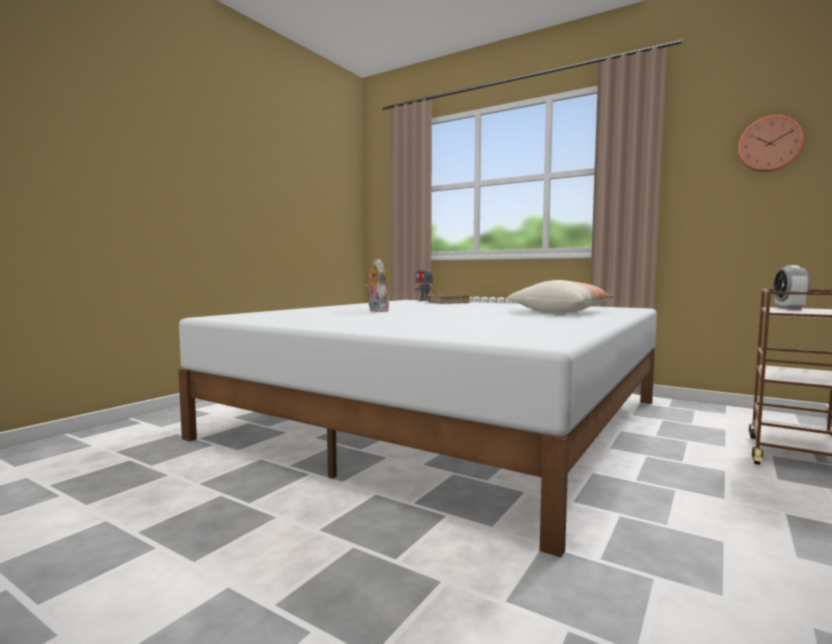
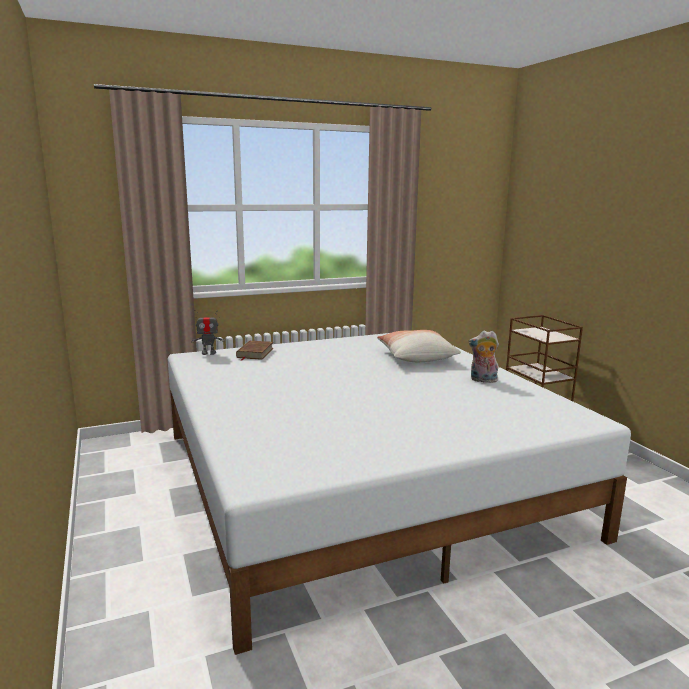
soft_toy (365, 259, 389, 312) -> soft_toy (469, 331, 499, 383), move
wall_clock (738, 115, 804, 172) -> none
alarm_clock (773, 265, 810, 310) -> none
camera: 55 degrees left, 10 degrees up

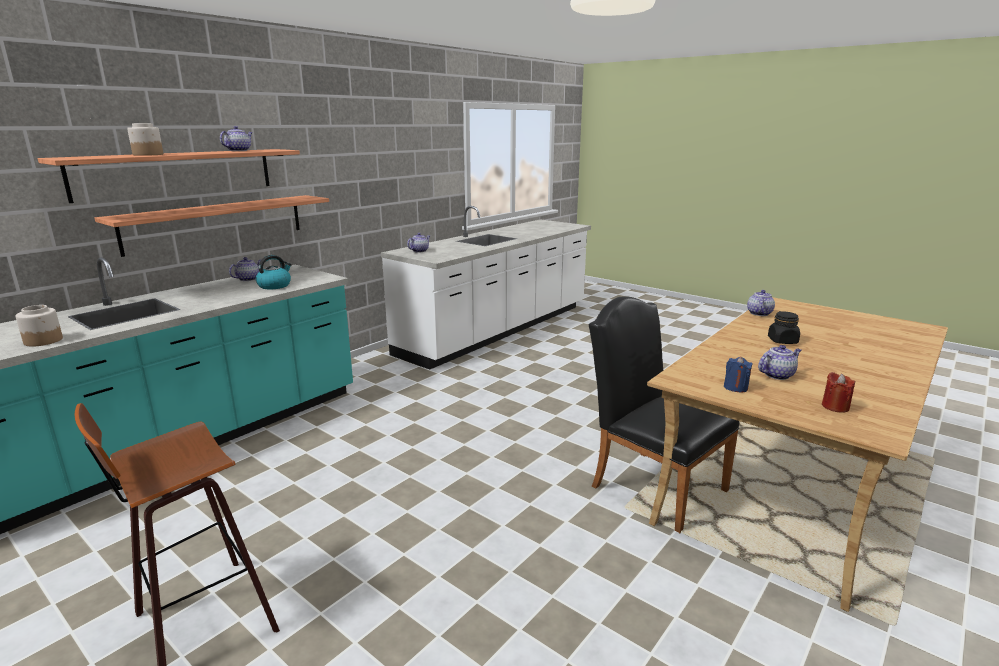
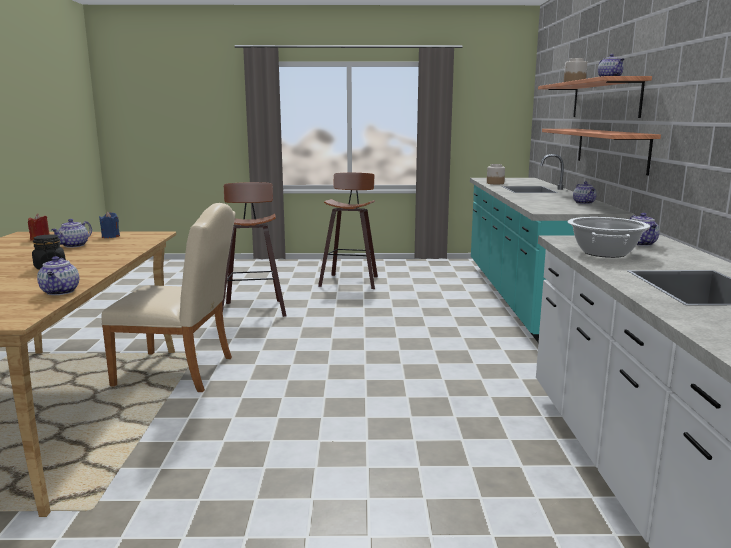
water_kettle (256, 255, 292, 289) -> none
black_upright_chair (589, 296, 740, 533) -> beige-coloured_upright_chair (101, 203, 236, 392)
none -> stool (222, 182, 287, 317)
none -> saucepot (568, 217, 650, 258)
camera: 140 degrees right, 5 degrees down

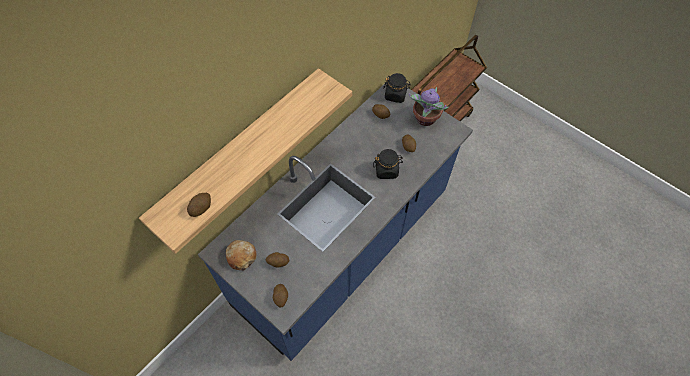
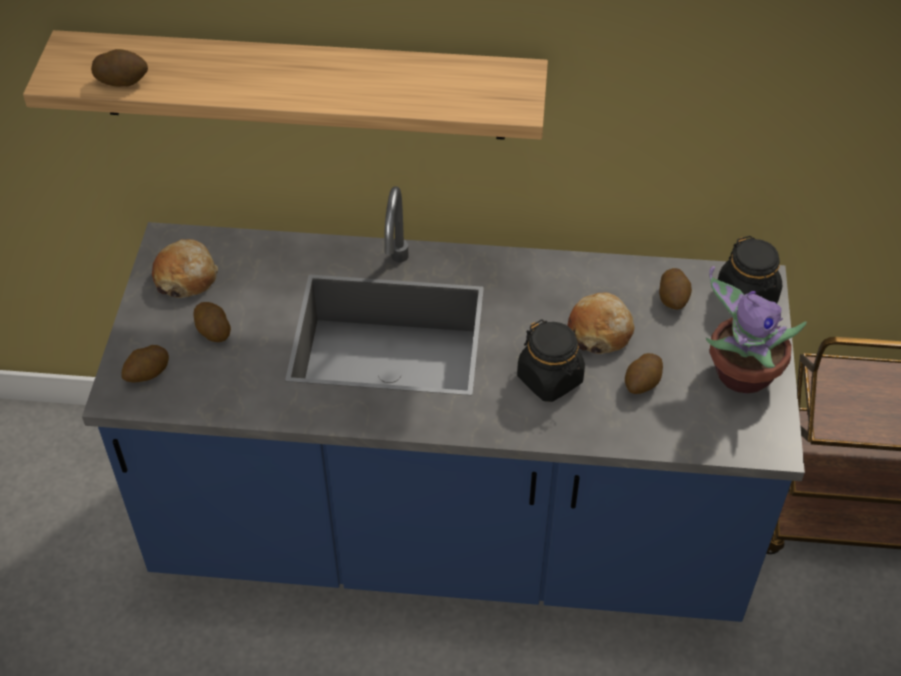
none -> baked_bread (568, 292, 634, 354)
camera: 55 degrees right, 10 degrees down

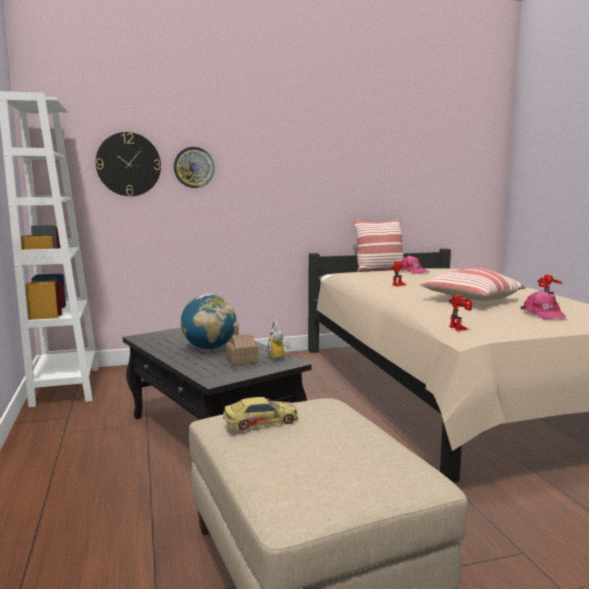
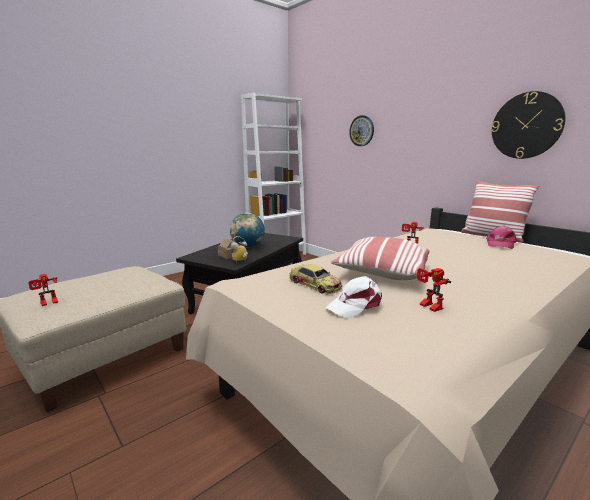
wall_clock (96, 132, 161, 196) -> wall_clock (491, 91, 566, 159), move
model_car (223, 397, 298, 430) -> model_car (290, 264, 342, 294), move
robot_figure (449, 295, 472, 331) -> robot_figure (28, 274, 58, 306), move
pinkish_baseball_cap (521, 290, 567, 319) -> whitish_baseball_cap (325, 276, 382, 318)
camera: 65 degrees right, 5 degrees up

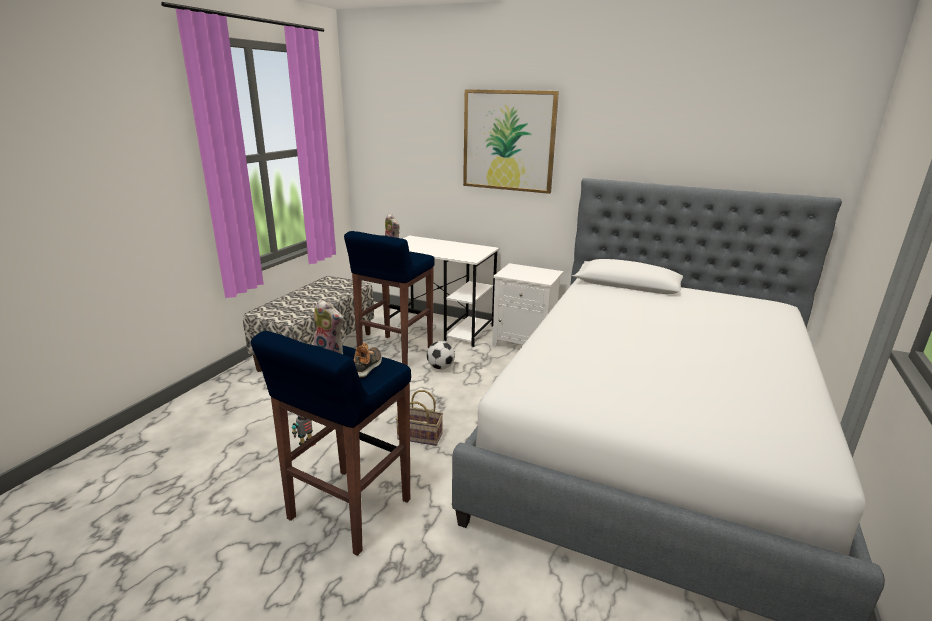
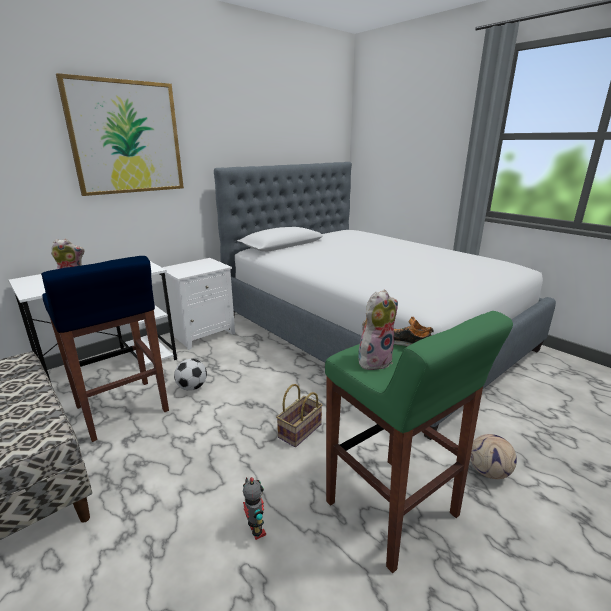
blue_stool (251, 331, 411, 556) -> greenish_stool (325, 311, 513, 573)
none -> football_ball (470, 434, 517, 479)
camera: 65 degrees left, 0 degrees up

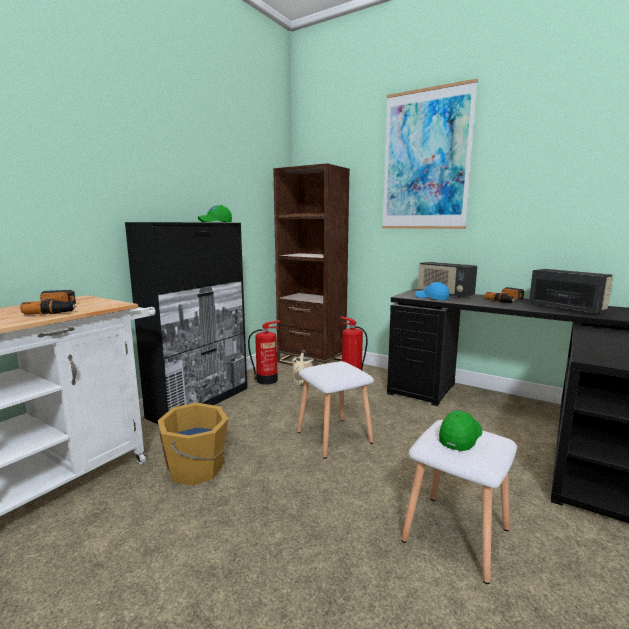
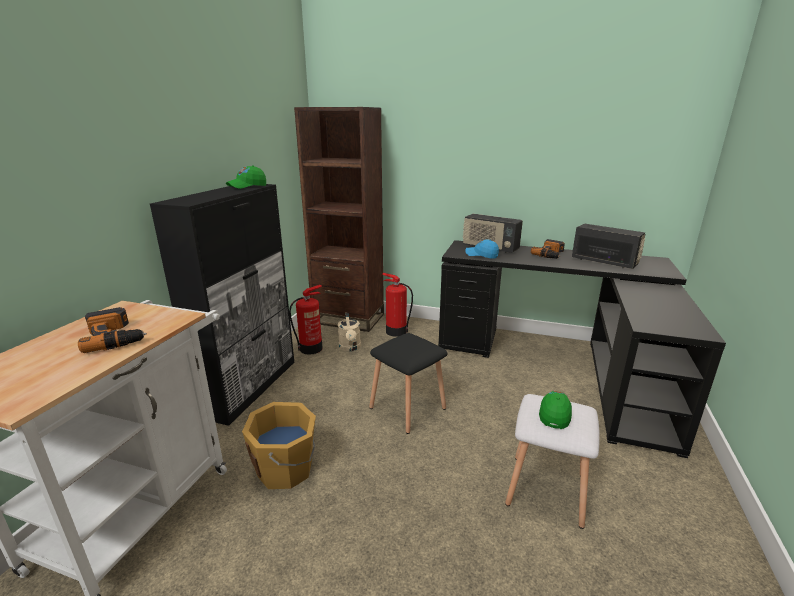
whitish_stool (297, 361, 374, 459) -> black_stool (369, 333, 447, 434)
picture (382, 79, 478, 229) -> none
camera: 15 degrees left, 10 degrees up

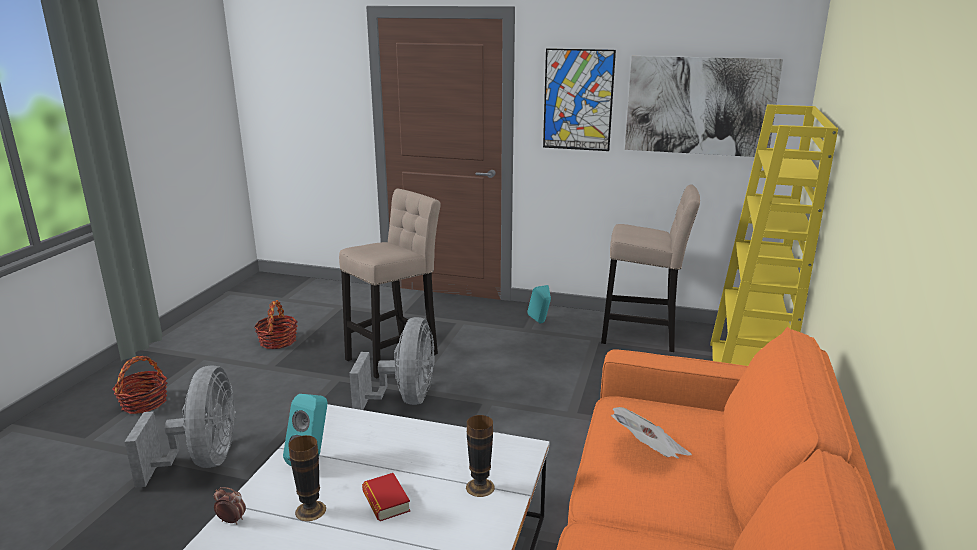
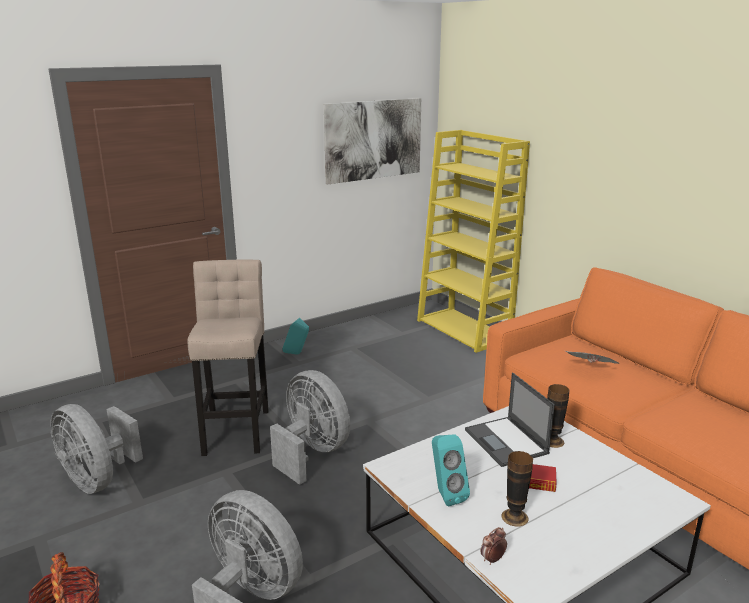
storage_basket (254, 300, 298, 349) -> grey_electric_fan (50, 404, 143, 494)
picture (543, 48, 616, 151) -> none
beige-coloured_stool (601, 184, 700, 352) -> none
none -> notebook_computer (465, 372, 555, 467)
camera: 50 degrees left, 0 degrees up

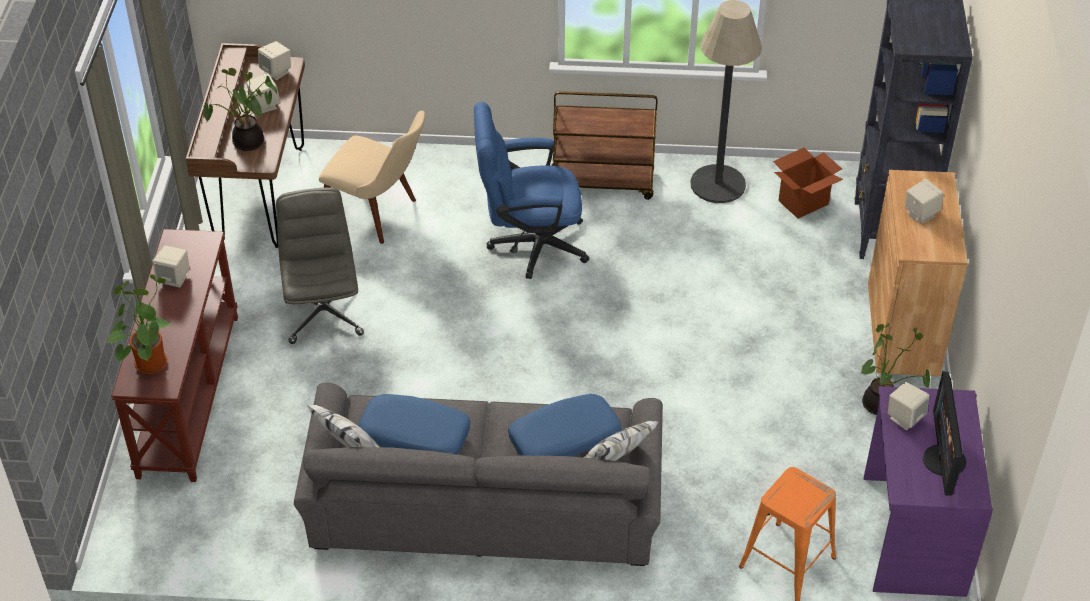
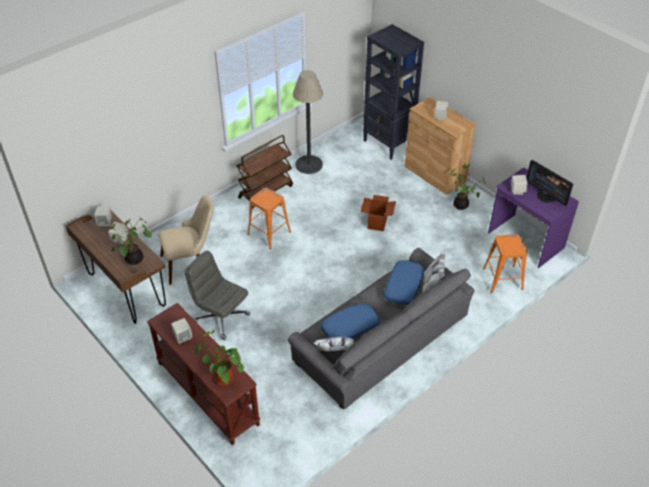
blue_office_chair (474, 102, 589, 279) -> orange-coloured_stool (247, 187, 291, 249)
carton (773, 147, 843, 219) -> carton (360, 195, 396, 231), move
camera: 45 degrees left, 0 degrees up

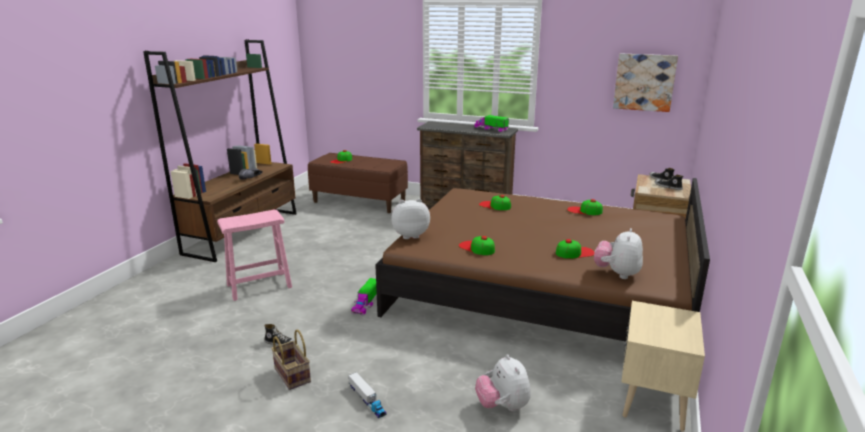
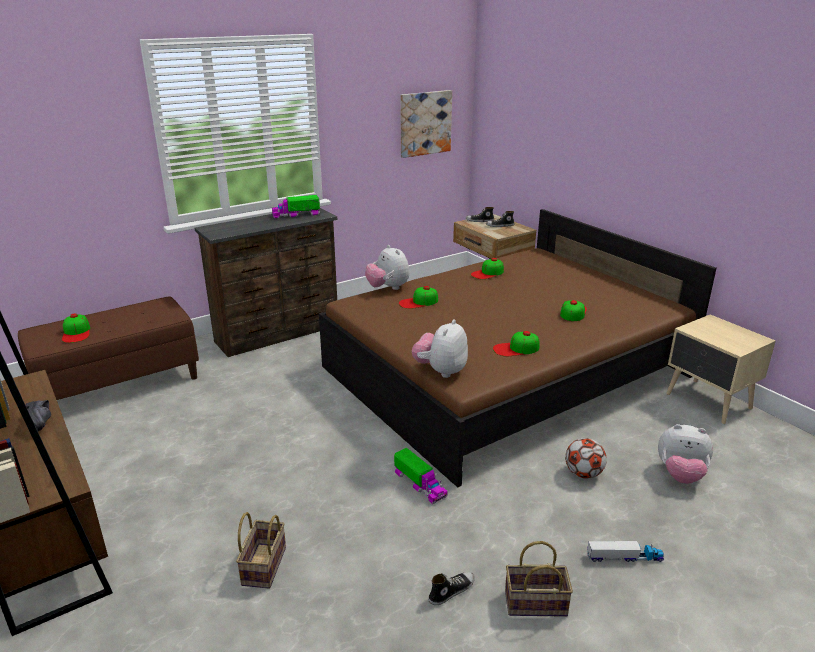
pinkish_stool (217, 210, 292, 301) -> storage_basket (236, 512, 286, 588)
soft_toy (594, 228, 643, 279) -> soft_toy (365, 245, 410, 290), move
none -> football_ball (565, 438, 607, 479)
camera: 55 degrees left, 5 degrees up

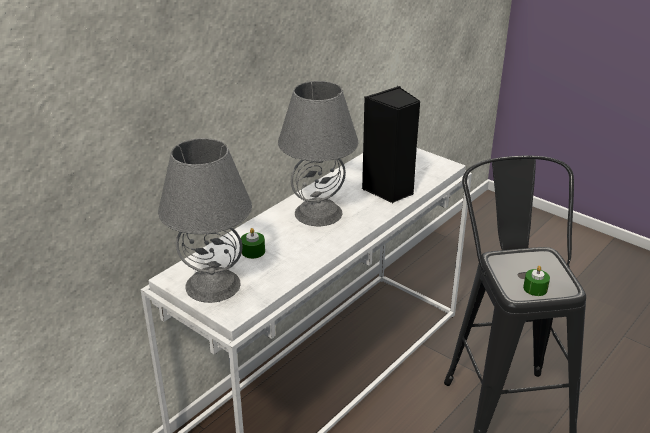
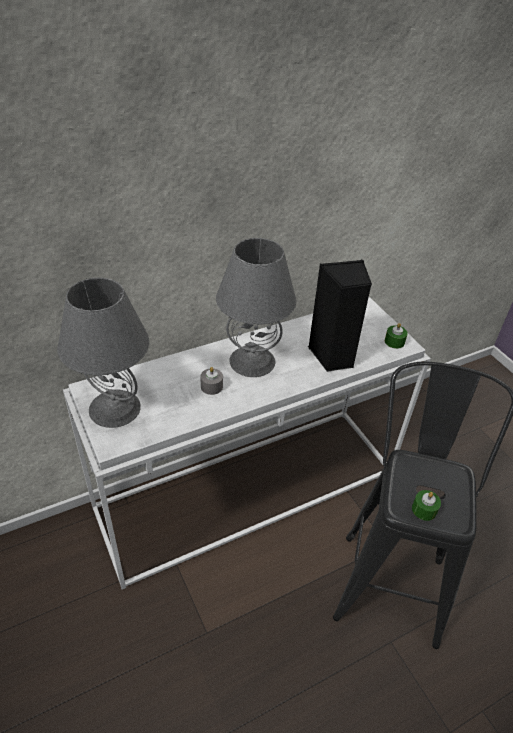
greenish_wax_light (241, 228, 265, 259) -> greenish_wax_light (385, 323, 408, 349), move
none -> grey_wax_light (200, 367, 223, 395)
camera: 20 degrees right, 10 degrees up

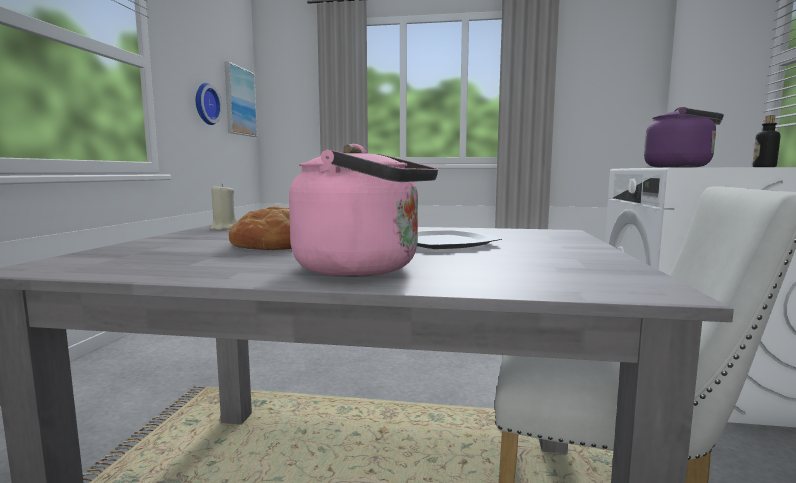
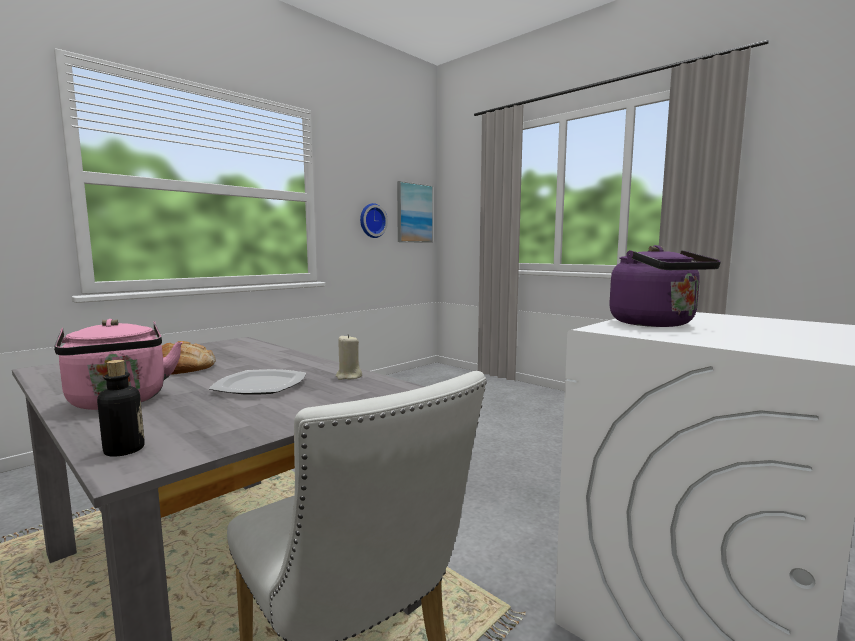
beige-coloured_wax_light (210, 184, 238, 230) -> beige-coloured_wax_light (336, 334, 362, 380), move
beverage_bottle (752, 115, 781, 167) -> beverage_bottle (97, 360, 145, 457), move
camera: 35 degrees right, 0 degrees up

